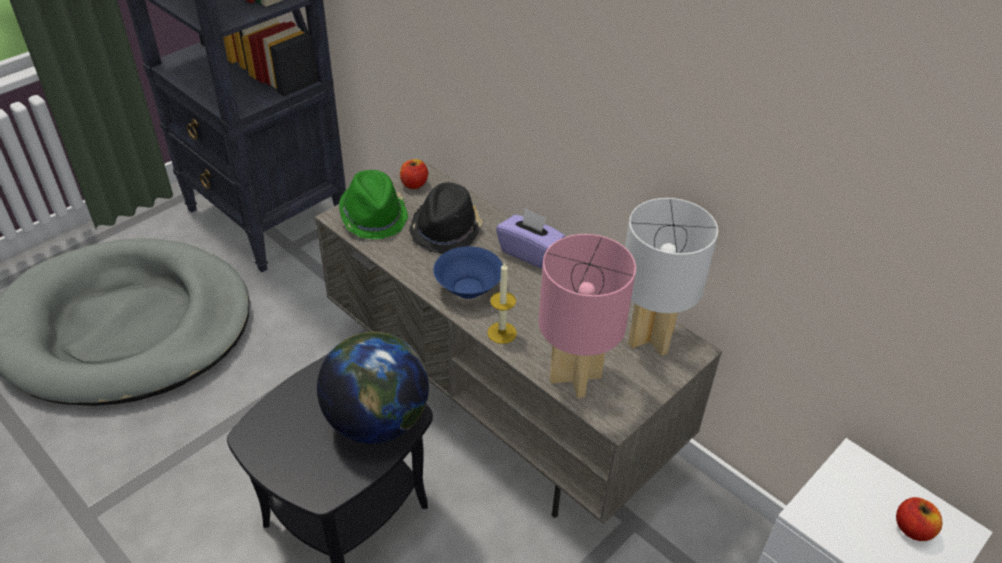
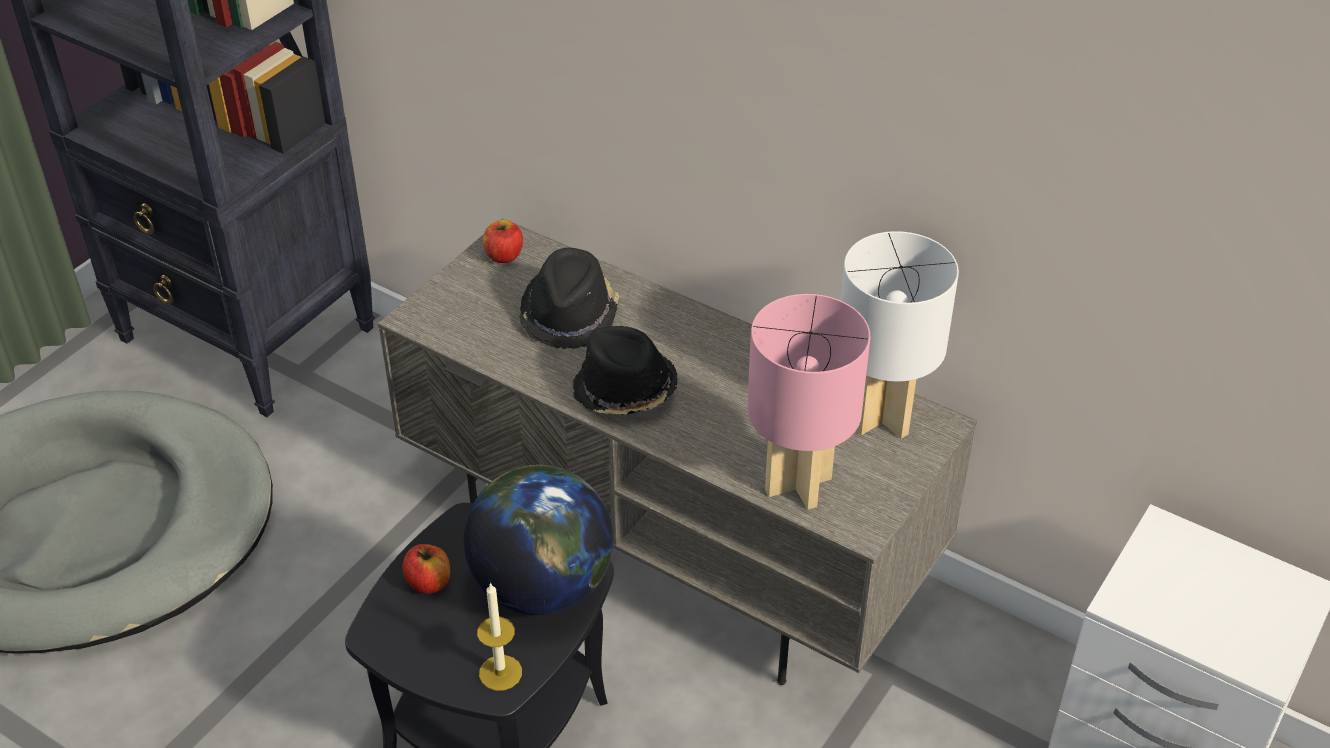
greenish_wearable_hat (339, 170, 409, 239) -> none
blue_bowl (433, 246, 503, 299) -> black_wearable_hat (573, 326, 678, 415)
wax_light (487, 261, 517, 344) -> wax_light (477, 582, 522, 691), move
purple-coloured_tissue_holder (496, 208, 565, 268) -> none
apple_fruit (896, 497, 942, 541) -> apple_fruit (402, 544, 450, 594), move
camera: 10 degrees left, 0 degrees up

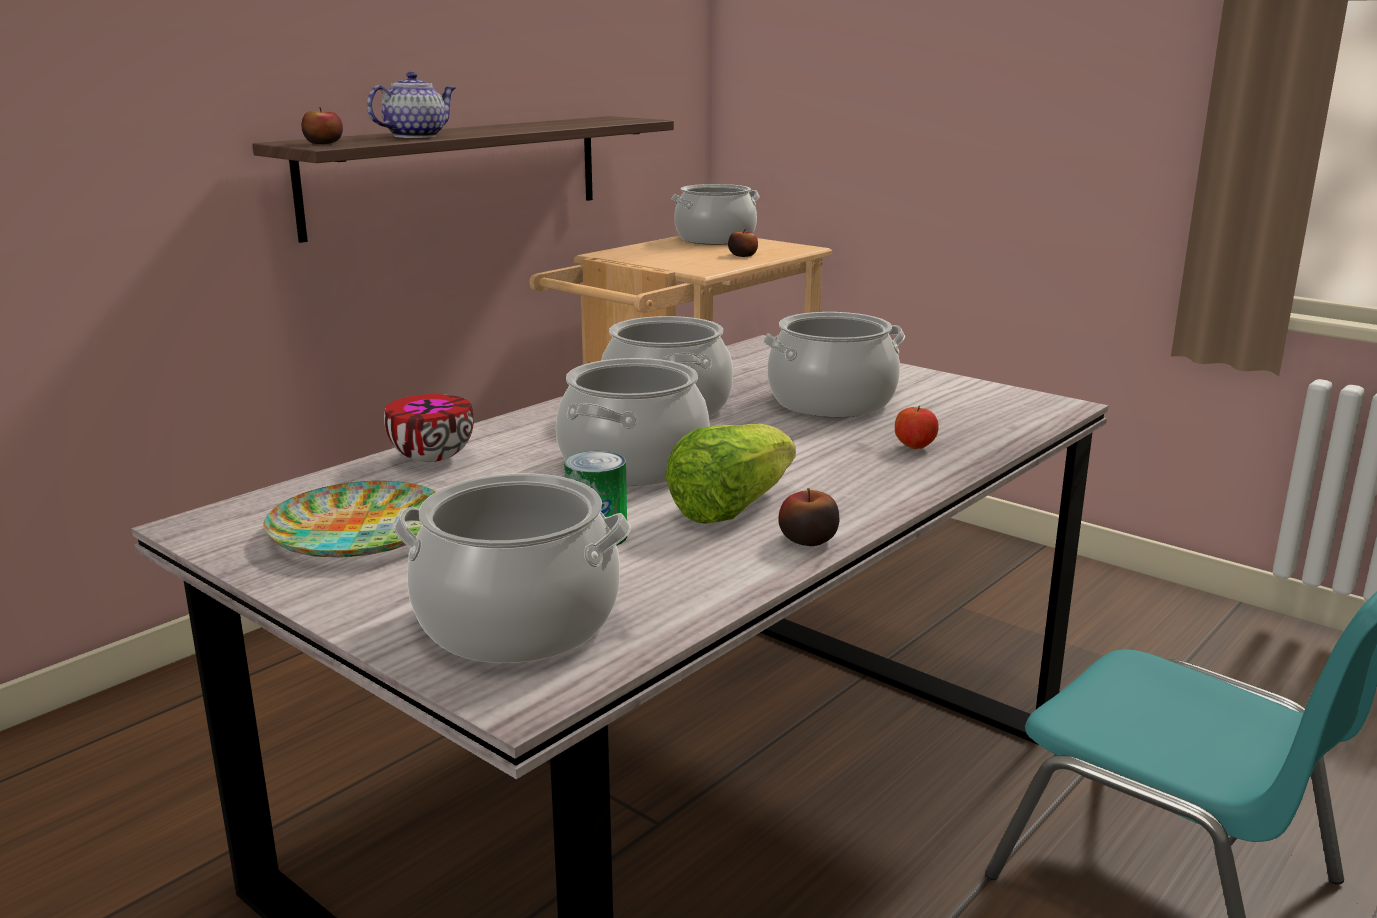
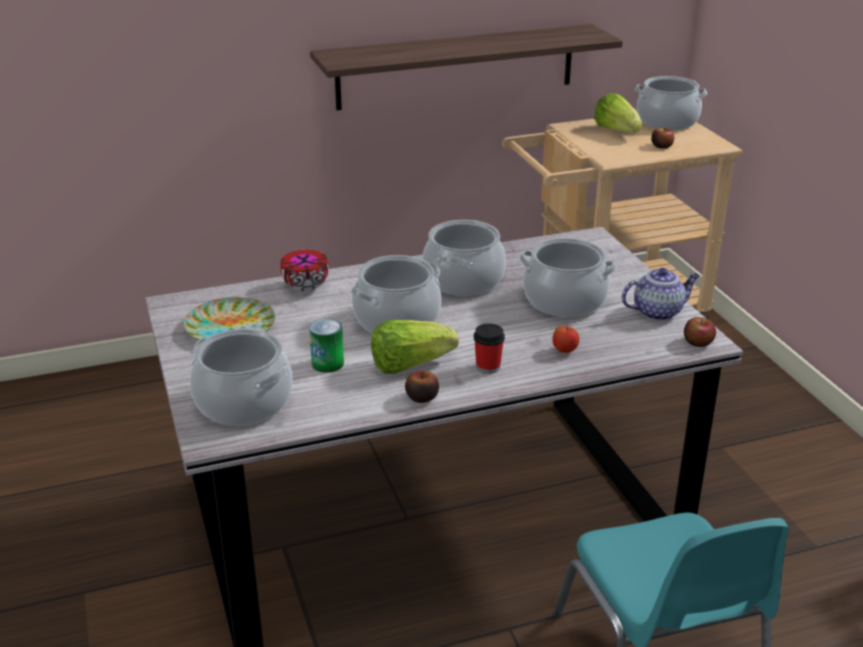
apple_fruit (301, 107, 343, 144) -> apple_fruit (684, 317, 716, 347), move
tea_pot (367, 72, 456, 138) -> tea_pot (622, 268, 700, 321), move
none -> cup (474, 323, 505, 374)
none -> lettuce (594, 93, 642, 133)
camera: 30 degrees right, 10 degrees up

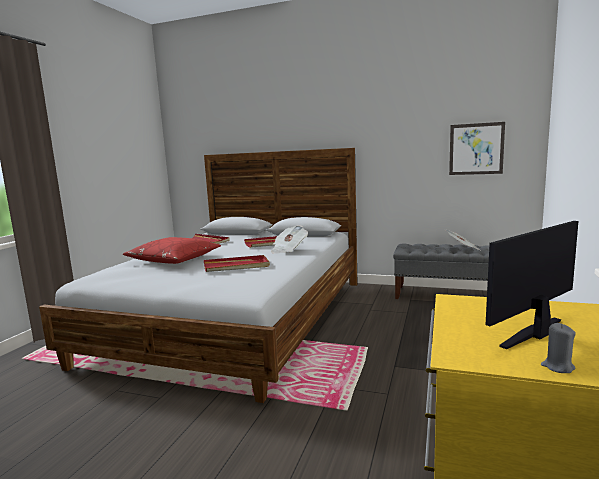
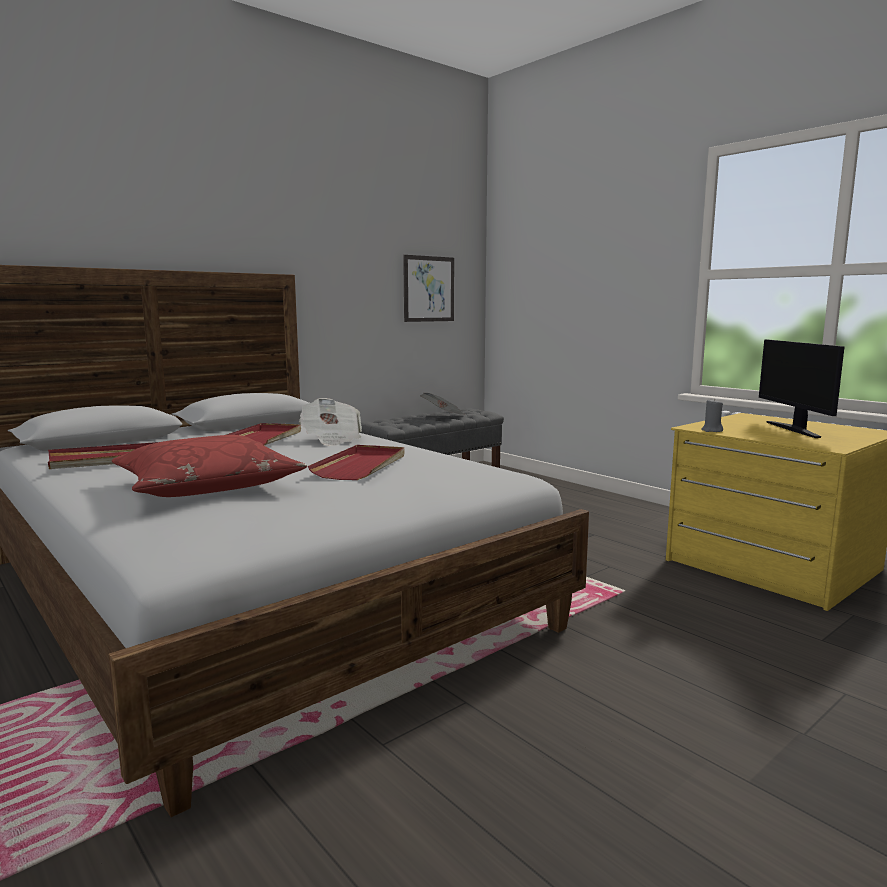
grey_wax_light (541, 323, 576, 373) -> grey_wax_light (701, 398, 723, 432), move
camera: 60 degrees left, 0 degrees up

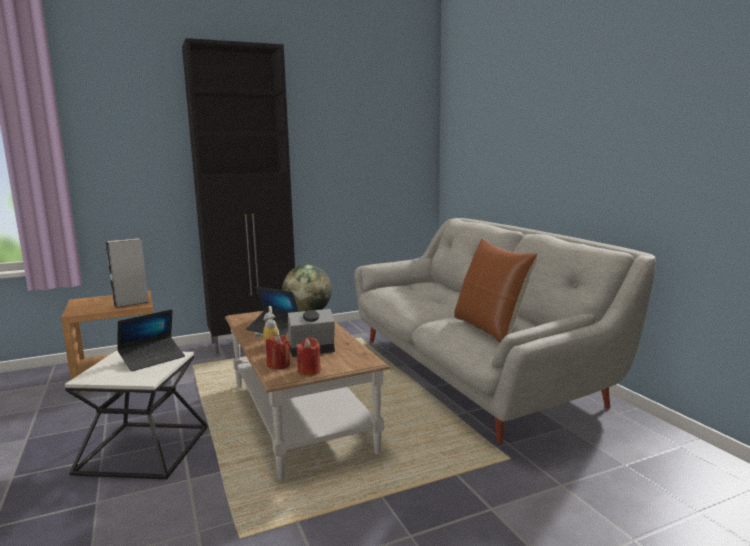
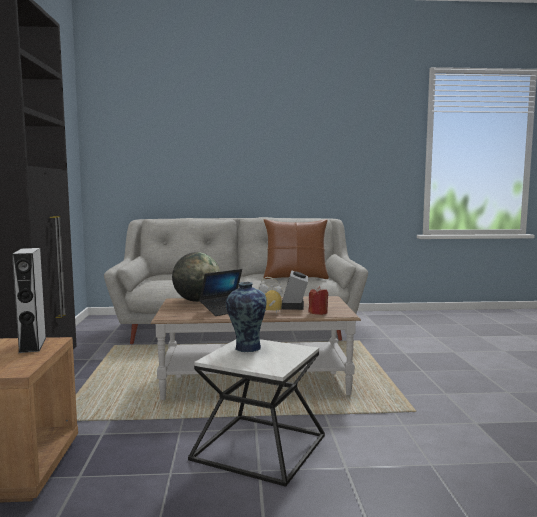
notebook_computer (117, 309, 185, 372) -> flower_vase (226, 282, 267, 352)
reddish_wax_light (296, 338, 321, 375) -> none
camera: 70 degrees left, 5 degrees down

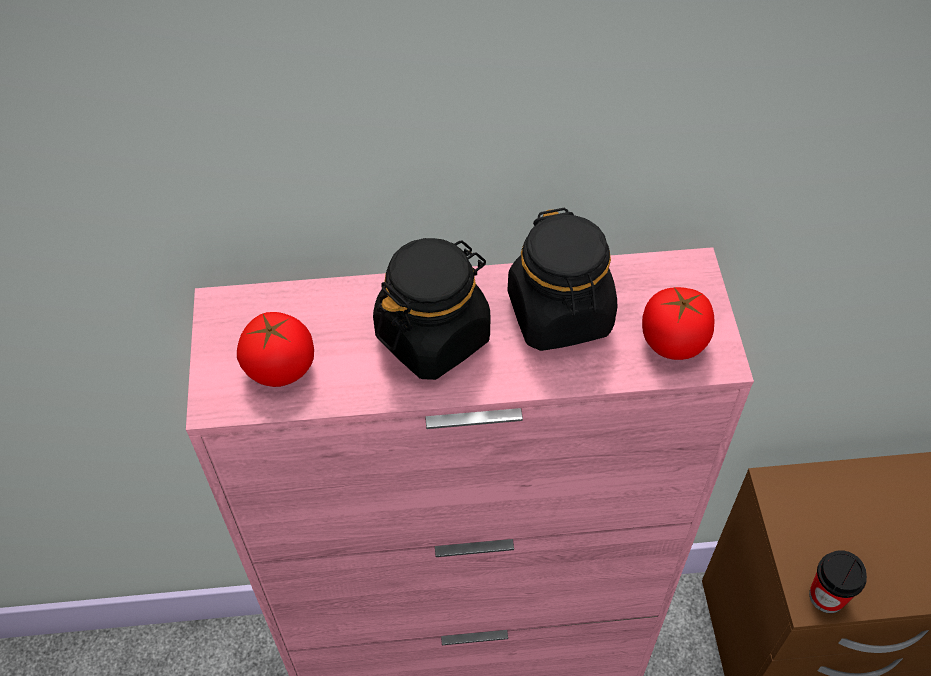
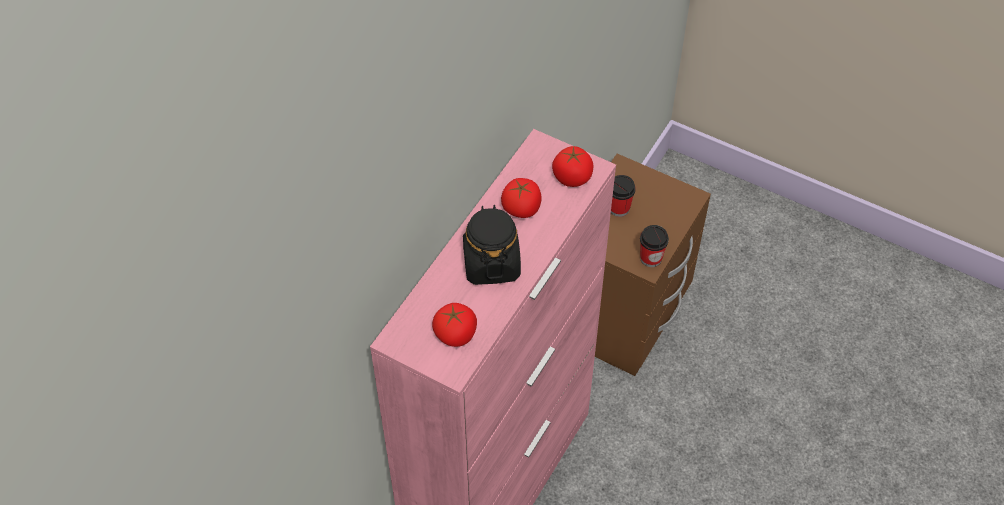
black_storage_jar (507, 207, 617, 351) -> whole_tomato (501, 178, 542, 218)
none -> cup (611, 175, 636, 217)
camera: 55 degrees left, 0 degrees up

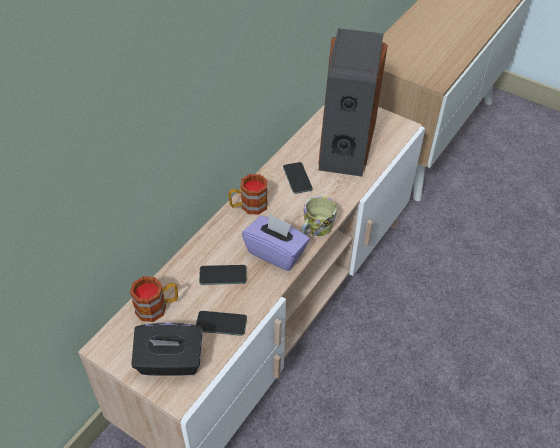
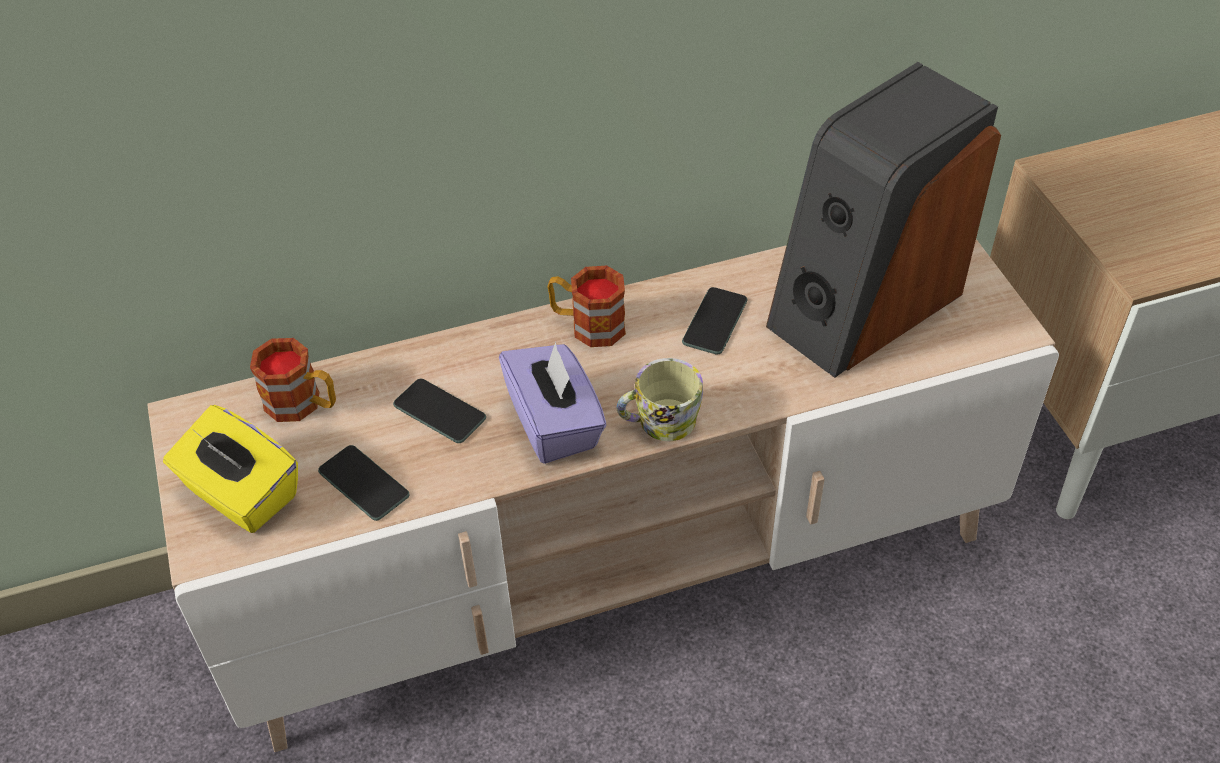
black_tissue_holder (131, 323, 203, 376) -> yellow-coloured_tissue_holder (163, 405, 298, 533)
camera: 40 degrees right, 0 degrees up

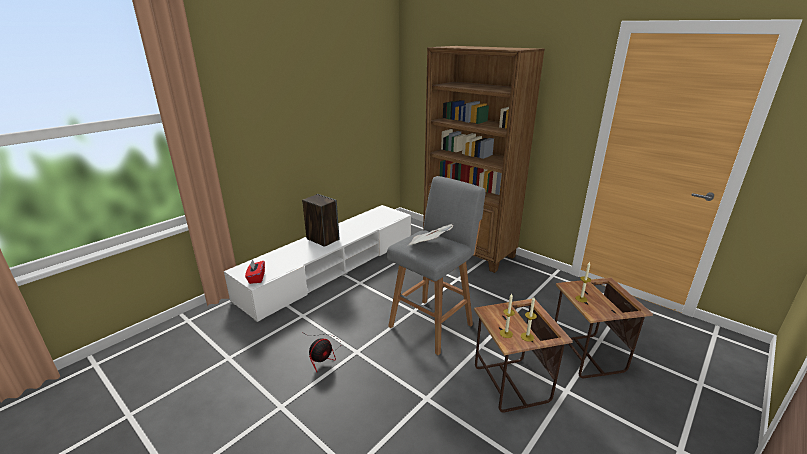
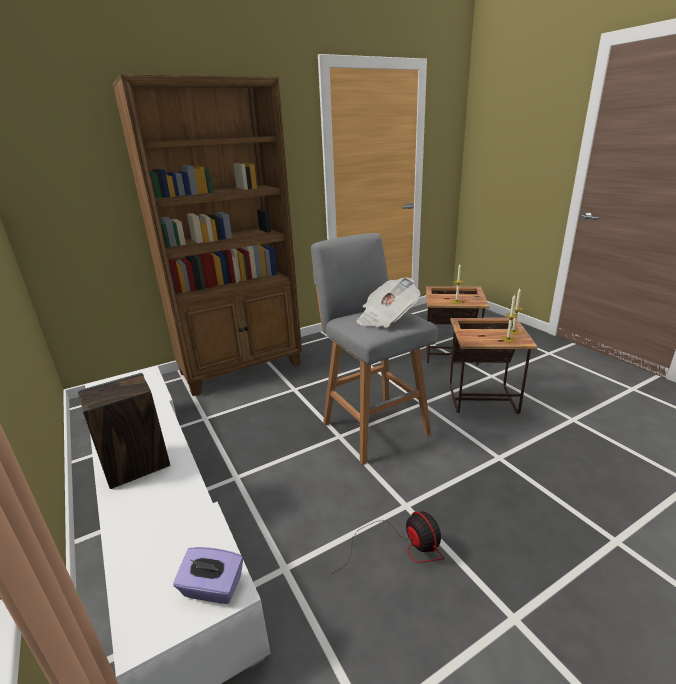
reddish_tissue_holder (245, 259, 265, 284) -> purple-coloured_tissue_holder (173, 547, 243, 604)
camera: 70 degrees left, 0 degrees up

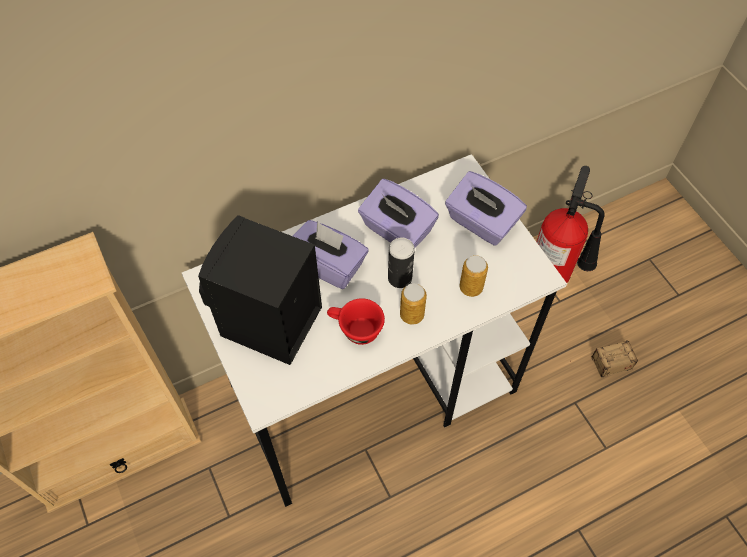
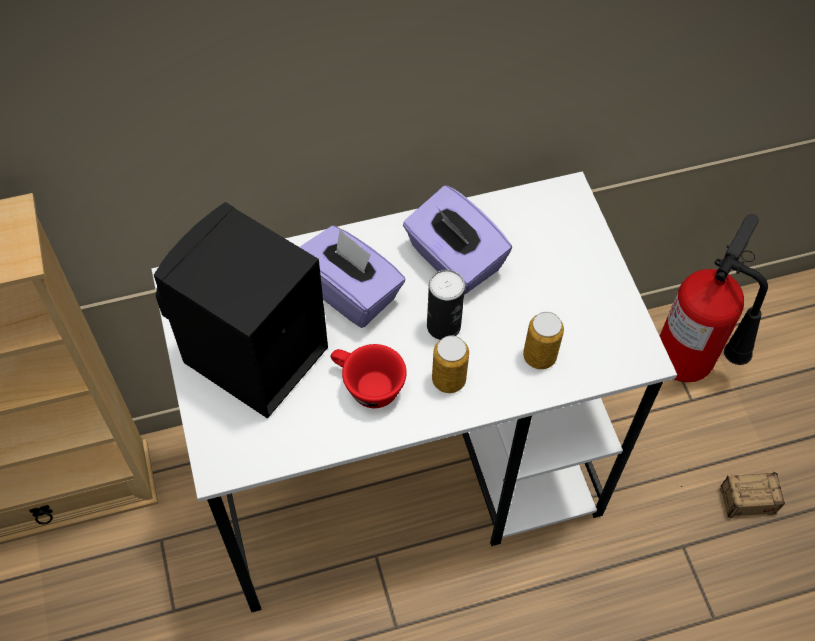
purple-coloured_tissue_holder (445, 171, 527, 246) -> none
camera: 10 degrees right, 0 degrees up

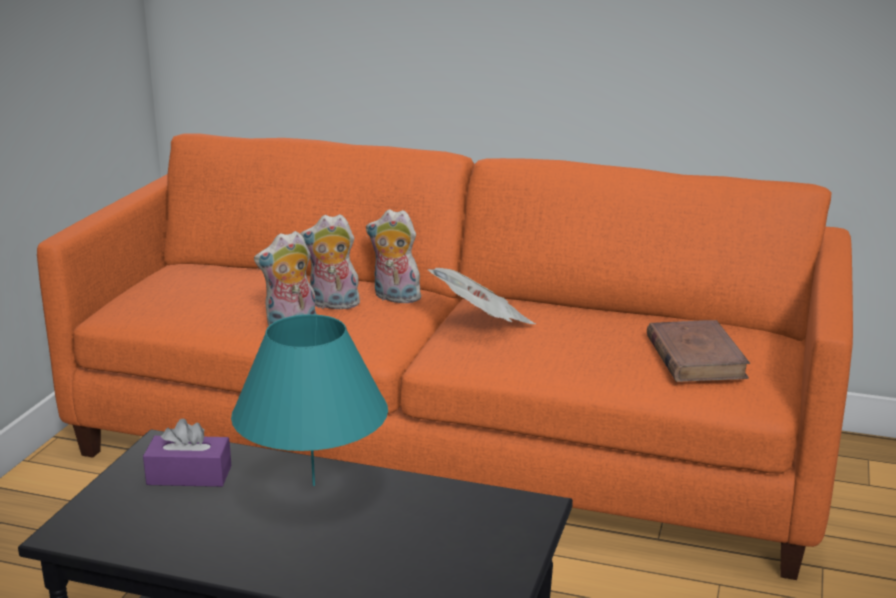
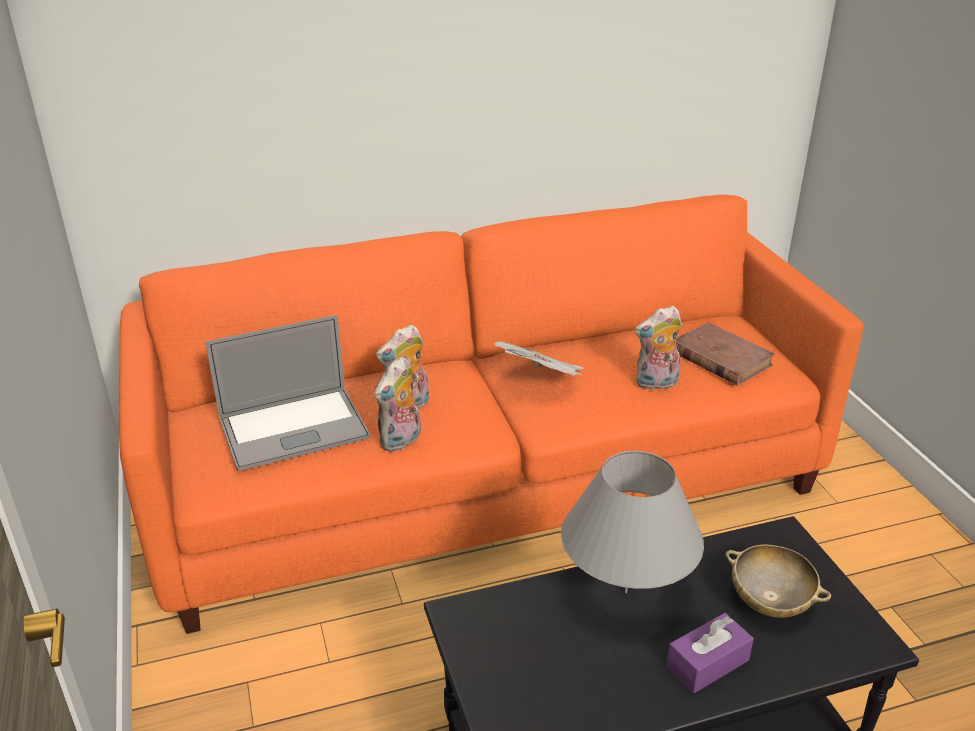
purple-coloured_tissue_holder (143, 419, 231, 487) -> purple-coloured_tissue_holder (666, 613, 754, 693), move
blue-green_table_lamp (231, 314, 388, 486) -> grey_table_lamp (561, 451, 704, 593)
soft_toy (366, 209, 421, 303) -> soft_toy (635, 306, 682, 390), move
none -> notebook_computer (206, 315, 370, 471)
none -> beige-coloured_bowl (725, 545, 831, 618)
camera: 35 degrees left, 10 degrees up

